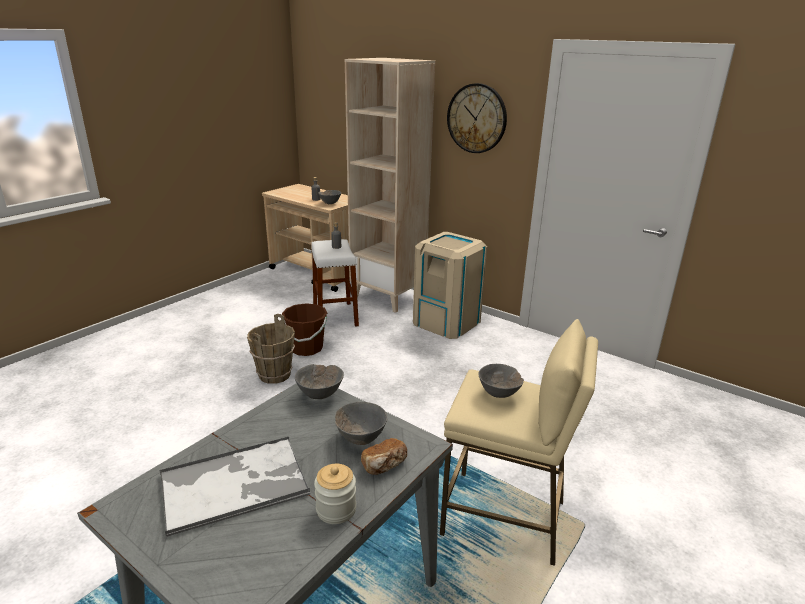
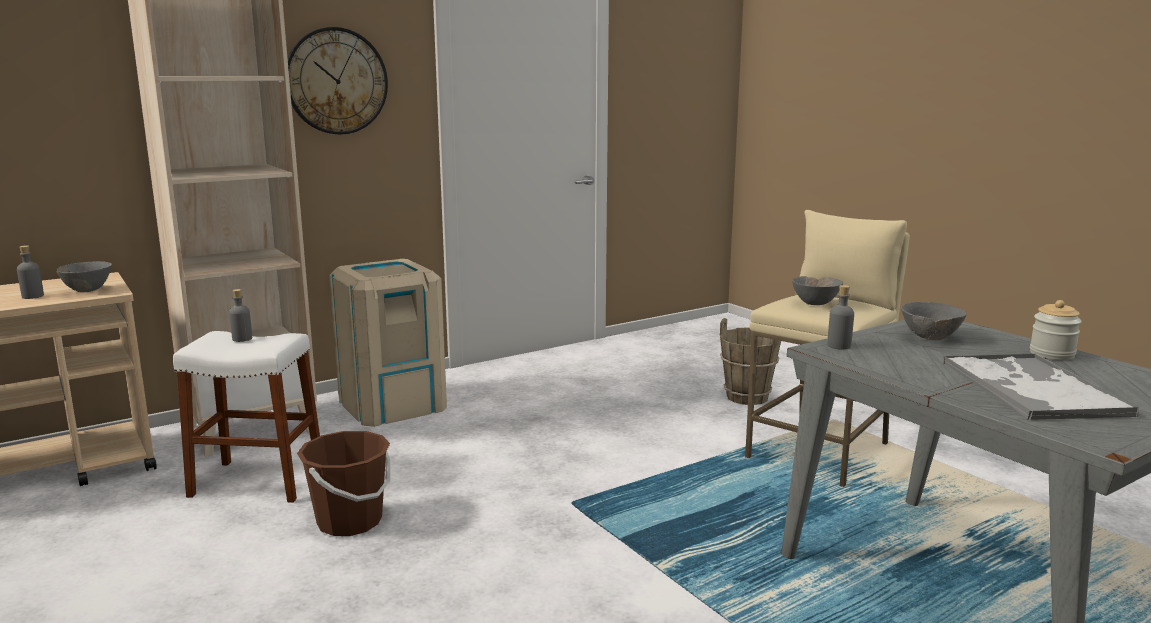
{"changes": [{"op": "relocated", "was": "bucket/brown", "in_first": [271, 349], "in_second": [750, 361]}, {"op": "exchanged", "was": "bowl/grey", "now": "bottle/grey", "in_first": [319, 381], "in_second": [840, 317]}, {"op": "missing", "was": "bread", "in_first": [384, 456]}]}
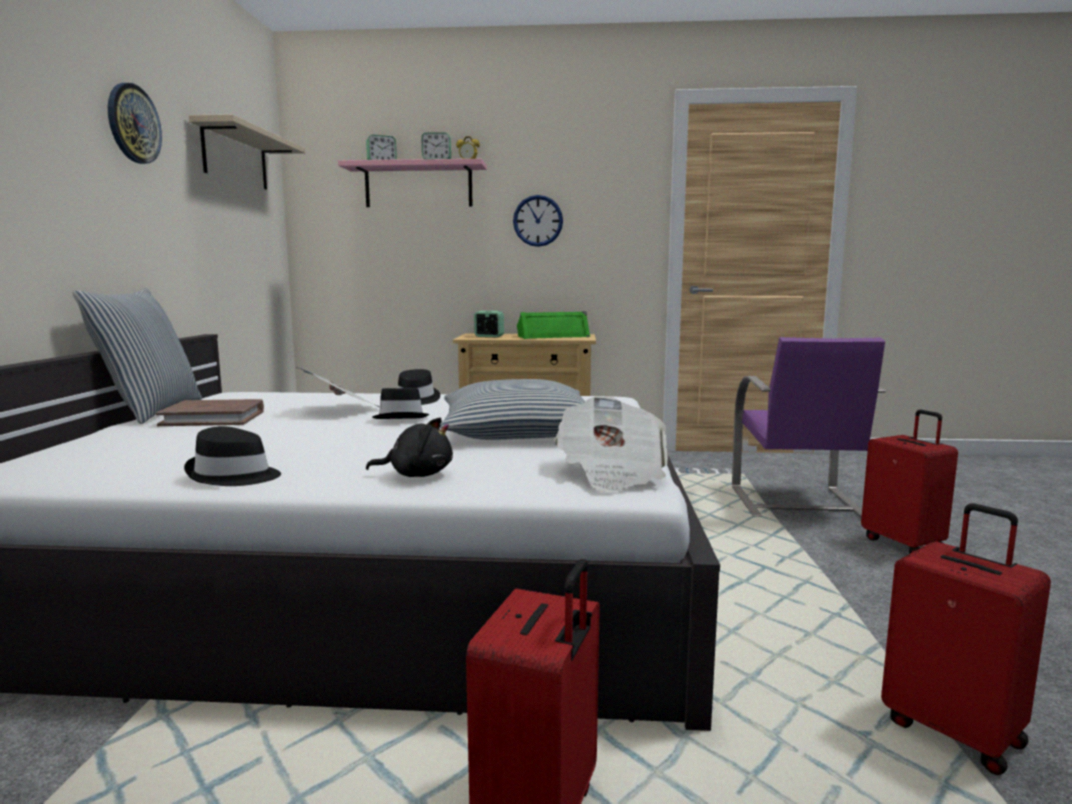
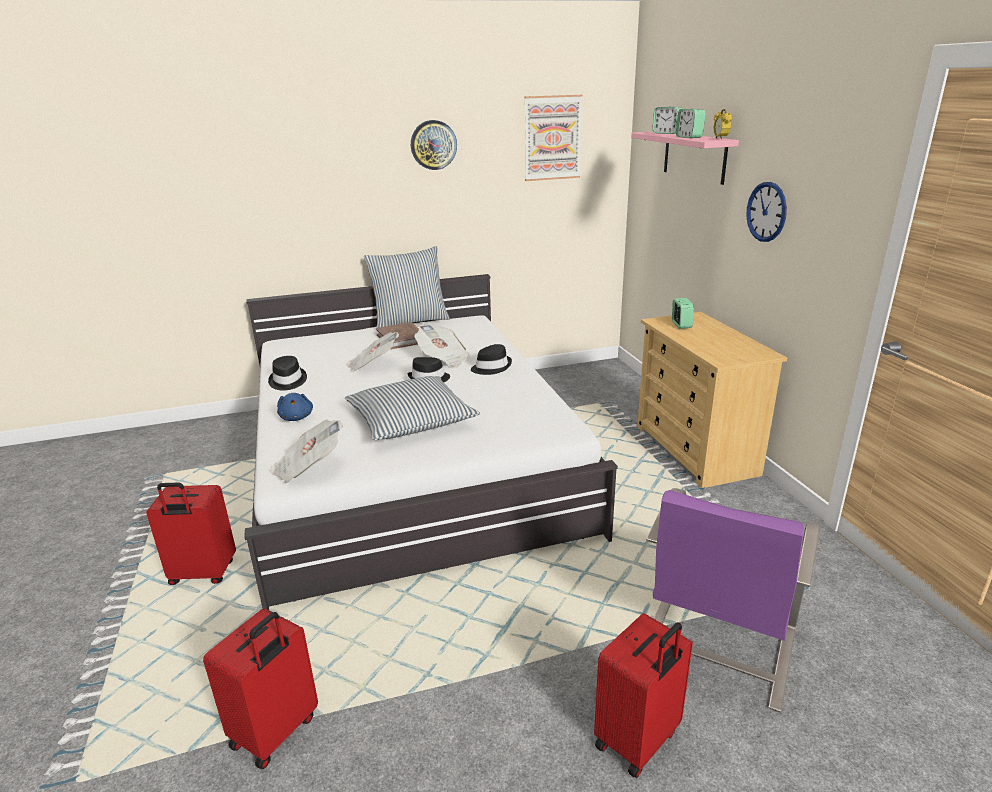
{"changes": [{"op": "colour", "was": "plush toy/black", "now": "plush toy/blue", "in_first": [409, 447], "in_second": [295, 407]}, {"op": "appeared", "now": "newspaper", "in_second": [372, 351]}, {"op": "exchanged", "was": "shelf/beige", "now": "picture", "in_first": [247, 151], "in_second": [553, 138]}, {"op": "spun", "was": "chair/purple", "in_first": [809, 427], "in_second": [733, 600], "clockwise": -45}, {"op": "missing", "was": "speaker/green", "in_first": [553, 325]}]}
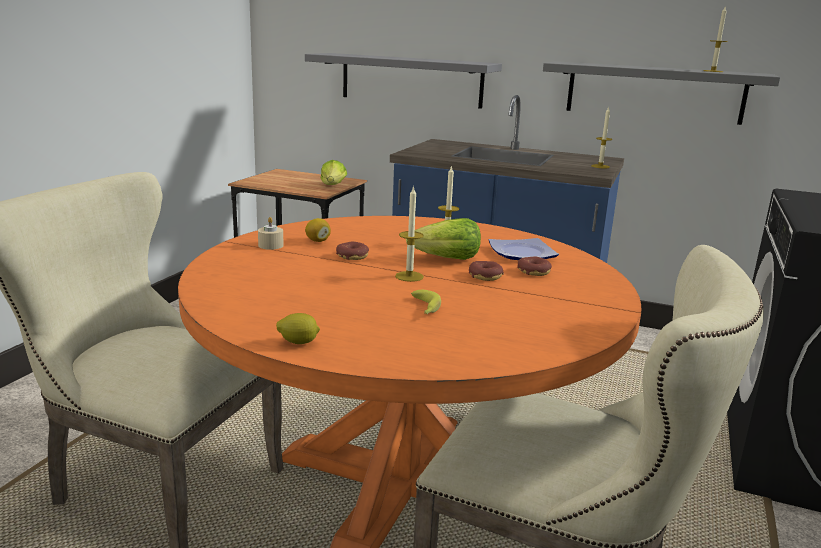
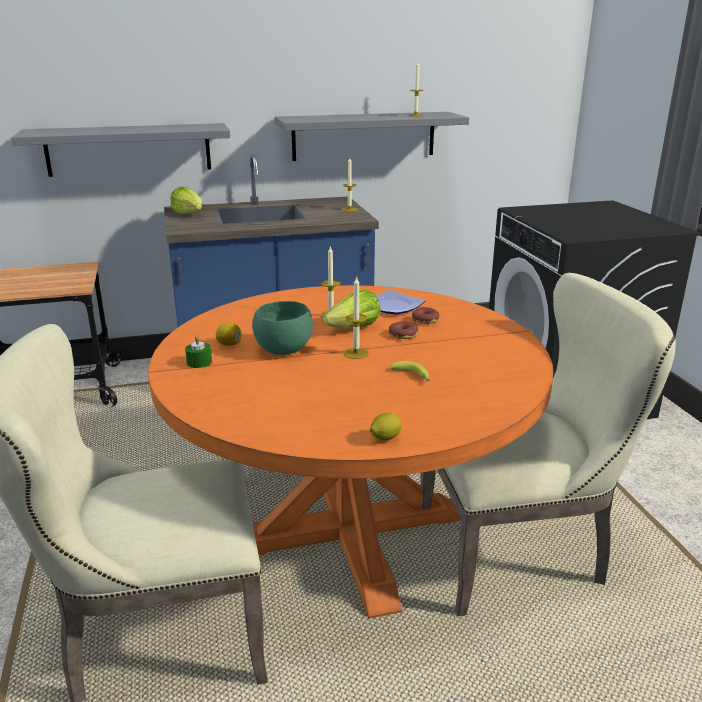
{"changes": [{"op": "relocated", "was": "lettuce", "in_first": [334, 172], "in_second": [186, 200]}, {"op": "colour", "was": "candle/beige", "now": "candle/green", "in_first": [271, 233], "in_second": [198, 351]}, {"op": "exchanged", "was": "donut", "now": "bowl/green", "in_first": [352, 251], "in_second": [282, 328]}]}
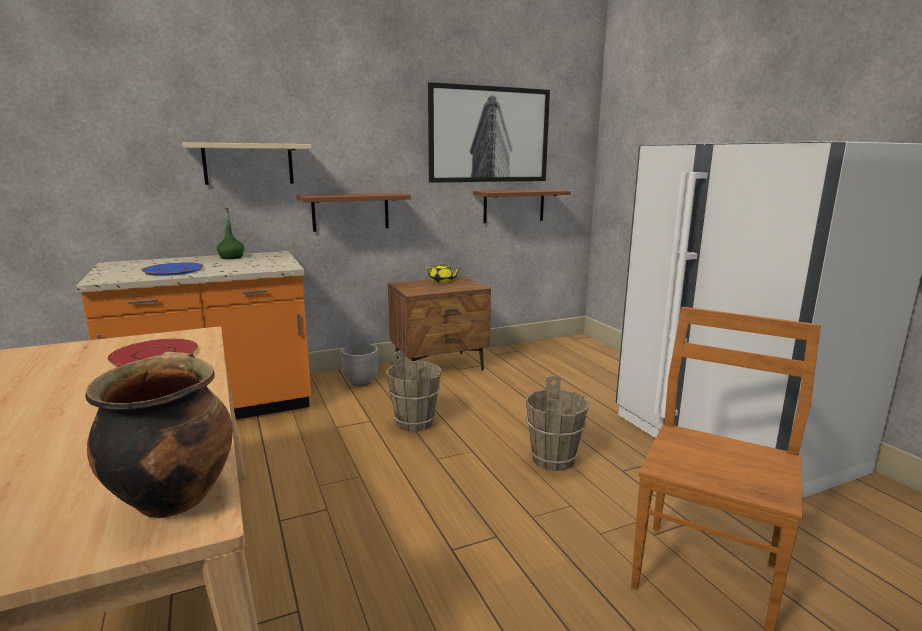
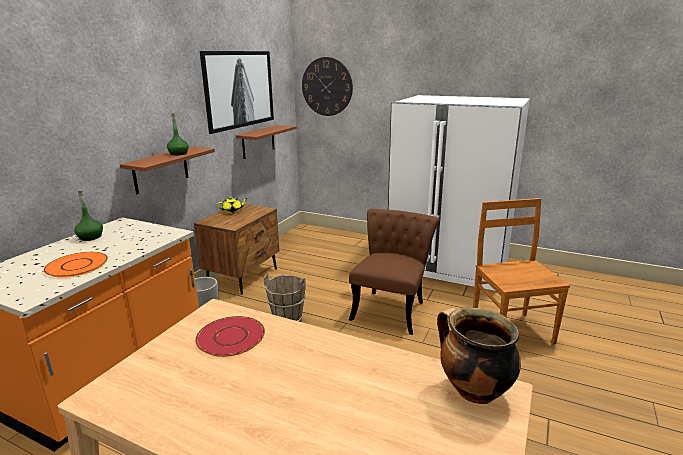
{"changes": [{"op": "colour", "was": "plate/blue", "now": "plate/orange", "in_first": [172, 269], "in_second": [76, 265]}, {"op": "appeared", "now": "bottle/green", "in_second": [178, 134]}, {"op": "appeared", "now": "wall clock", "in_second": [327, 86]}, {"op": "exchanged", "was": "bucket/brown", "now": "chair/brown", "in_first": [557, 423], "in_second": [394, 272]}, {"op": "missing", "was": "shelf/beige", "in_first": [247, 163]}]}
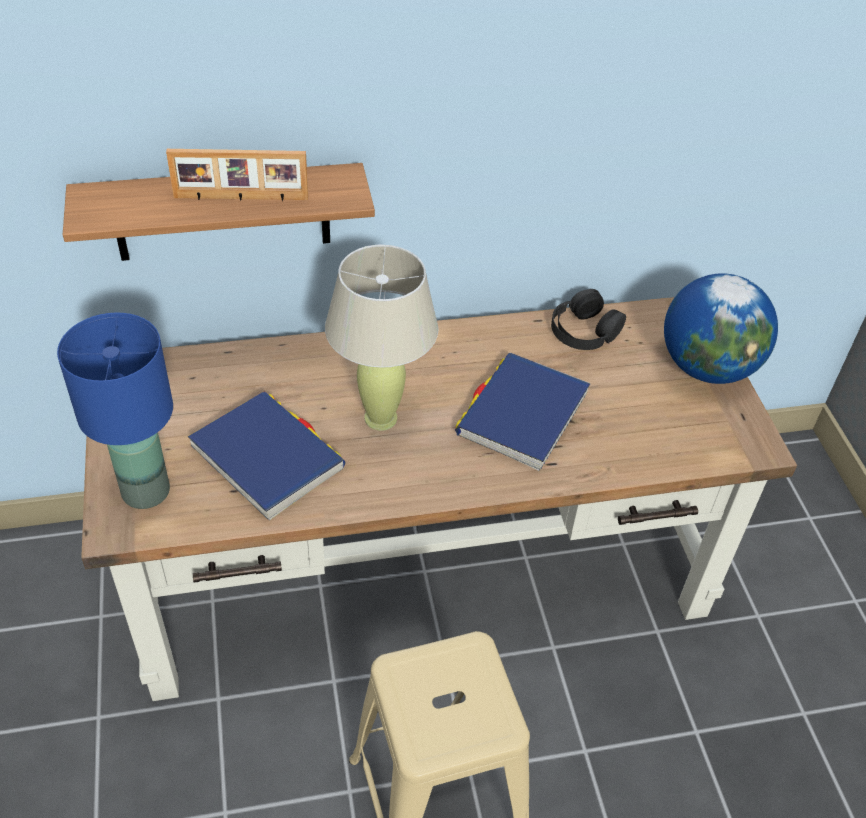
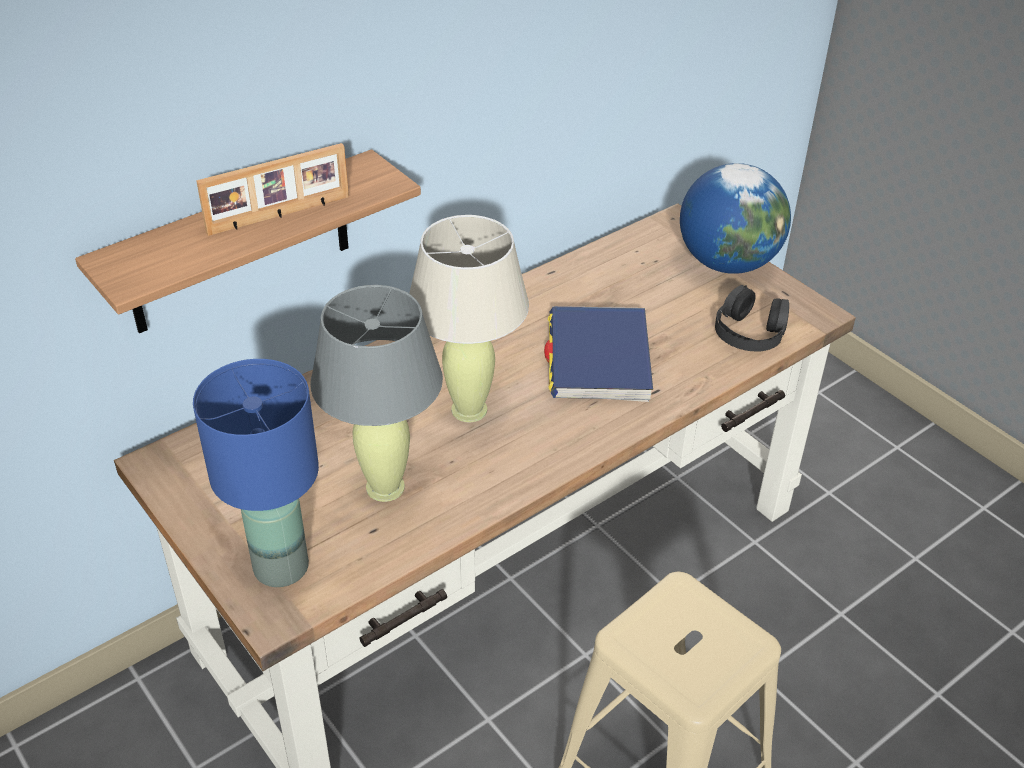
{"changes": [{"op": "exchanged", "was": "book/blue", "now": "table lamp/grey", "in_first": [266, 456], "in_second": [376, 393]}, {"op": "relocated", "was": "headphones/black", "in_first": [588, 319], "in_second": [752, 318]}]}
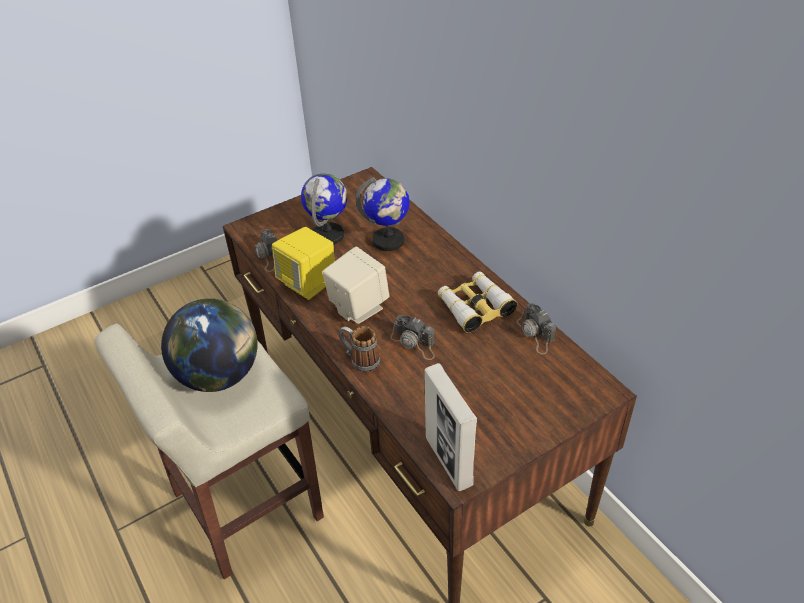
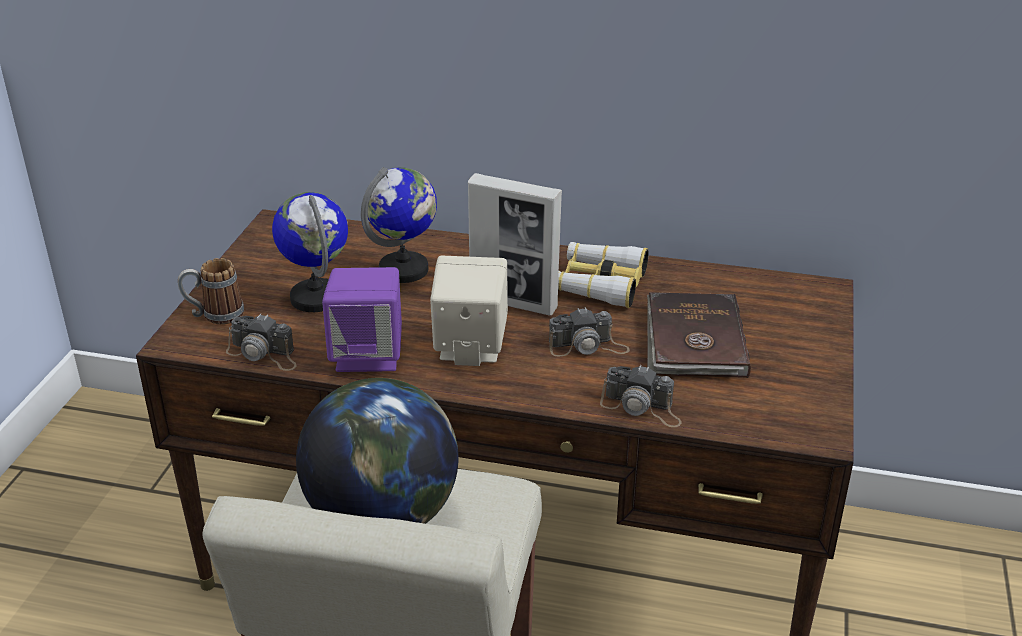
{"changes": [{"op": "relocated", "was": "mug", "in_first": [359, 349], "in_second": [211, 291]}, {"op": "colour", "was": "speaker/yellow", "now": "speaker/purple", "in_first": [303, 263], "in_second": [362, 319]}, {"op": "relocated", "was": "picture frame", "in_first": [451, 427], "in_second": [515, 244]}, {"op": "relocated", "was": "photo camera", "in_first": [536, 329], "in_second": [641, 396]}, {"op": "appeared", "now": "book/brown", "in_second": [699, 335]}]}
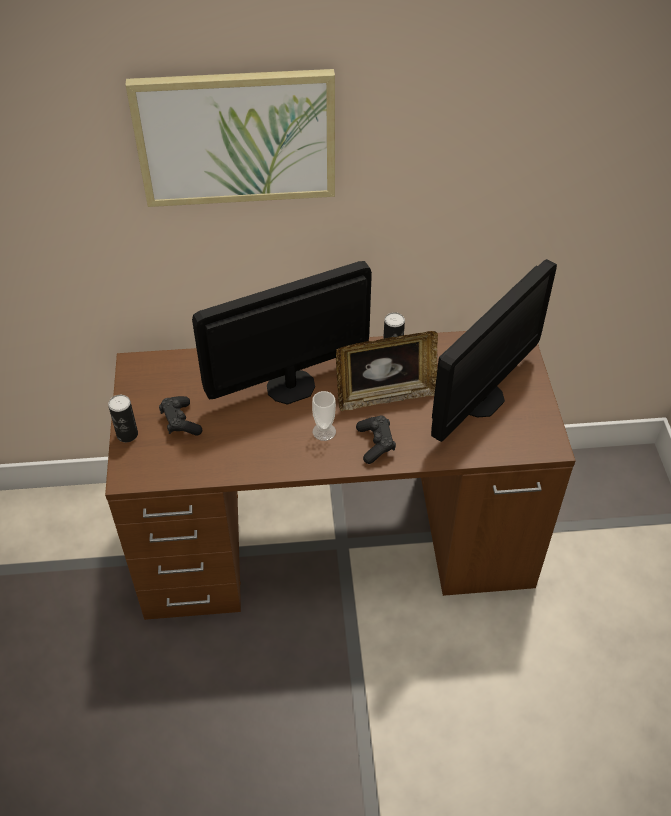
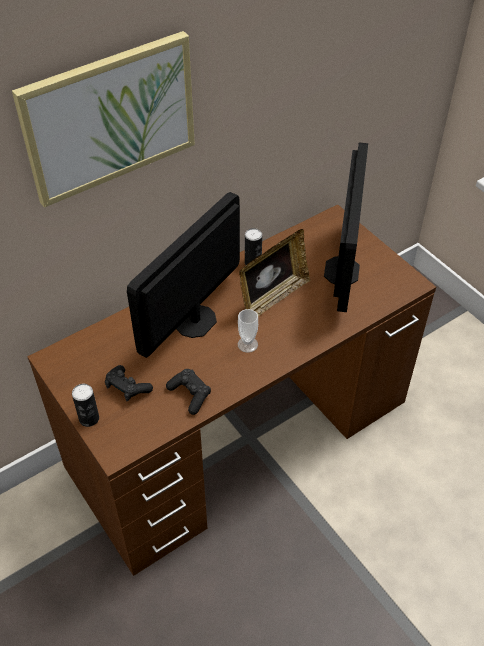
{"changes": [{"op": "relocated", "was": "game controller/black", "in_first": [376, 440], "in_second": [188, 392]}]}
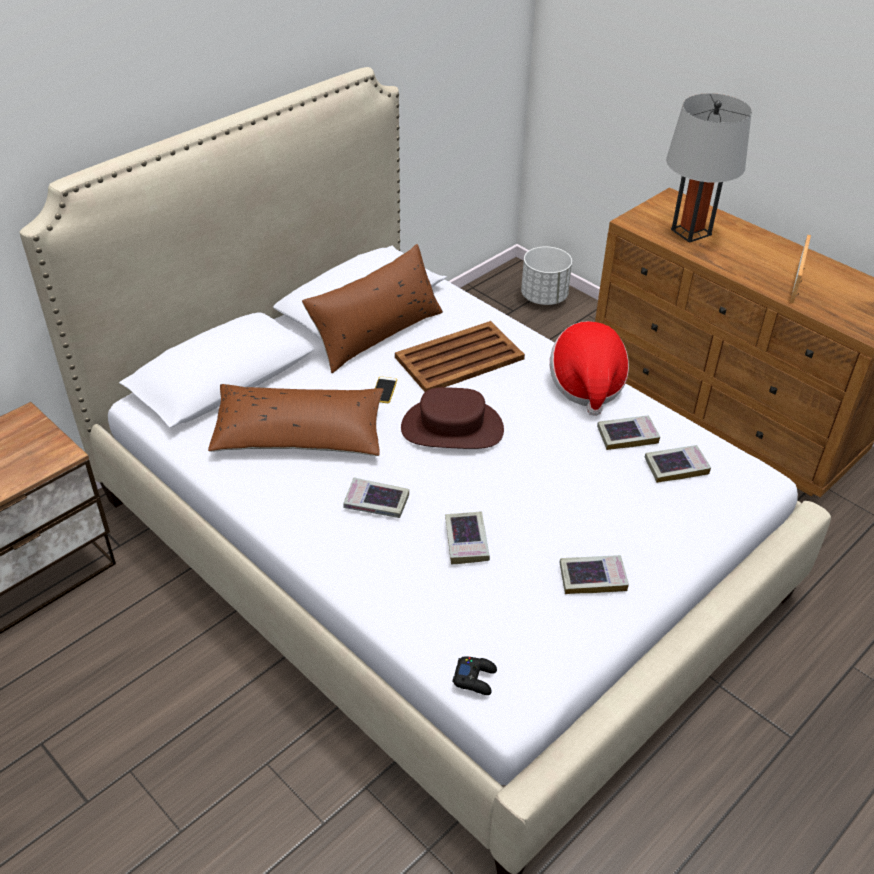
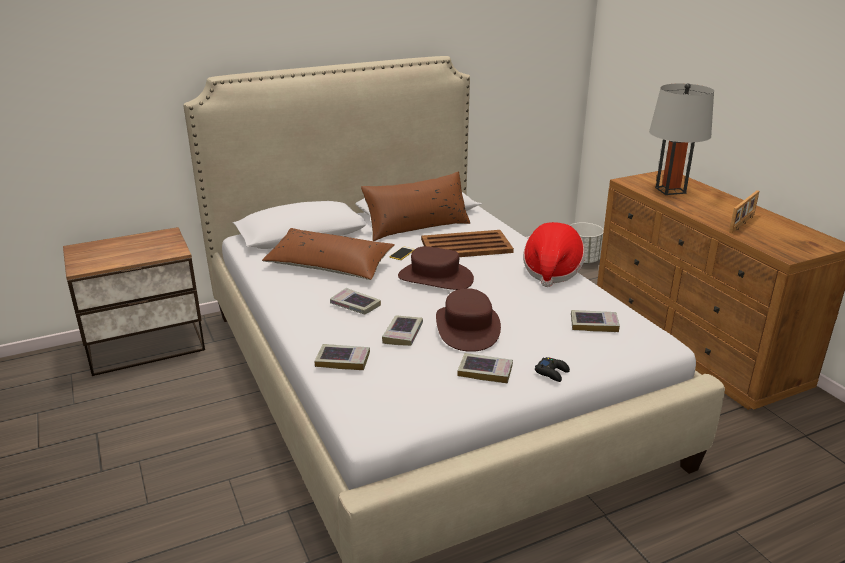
{"changes": [{"op": "relocated", "was": "book", "in_first": [628, 432], "in_second": [342, 357]}, {"op": "appeared", "now": "hat/brown", "in_second": [468, 320]}, {"op": "relocated", "was": "game controller/black", "in_first": [475, 675], "in_second": [552, 369]}]}
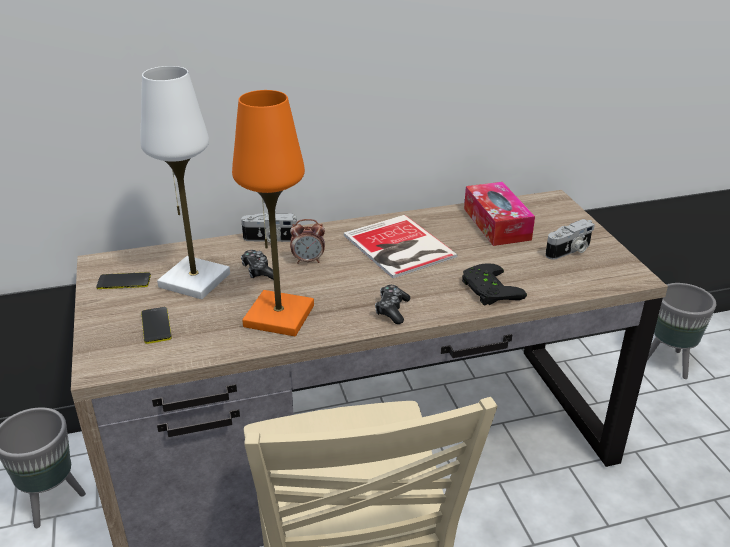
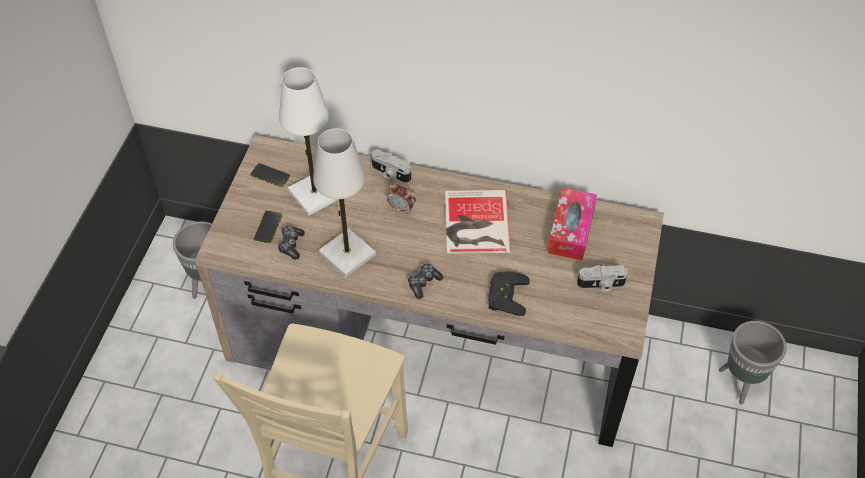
{"changes": [{"op": "relocated", "was": "game controller", "in_first": [257, 265], "in_second": [291, 243]}, {"op": "colour", "was": "table lamp/orange", "now": "table lamp/white", "in_first": [273, 213], "in_second": [344, 202]}]}
